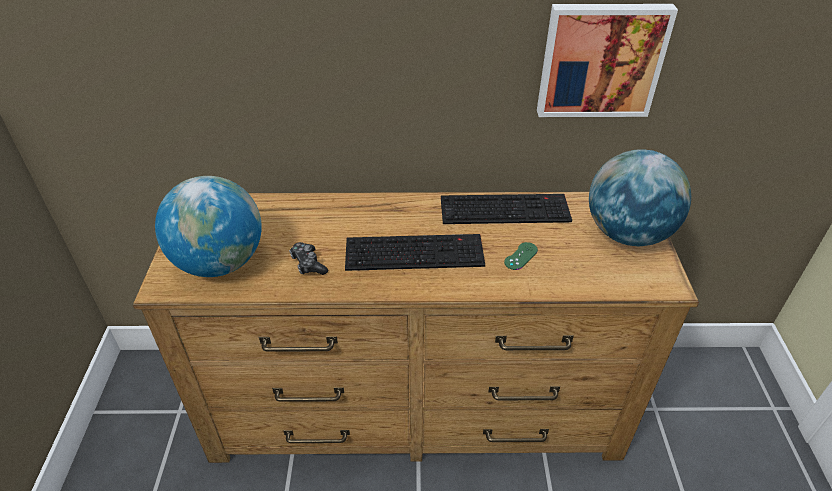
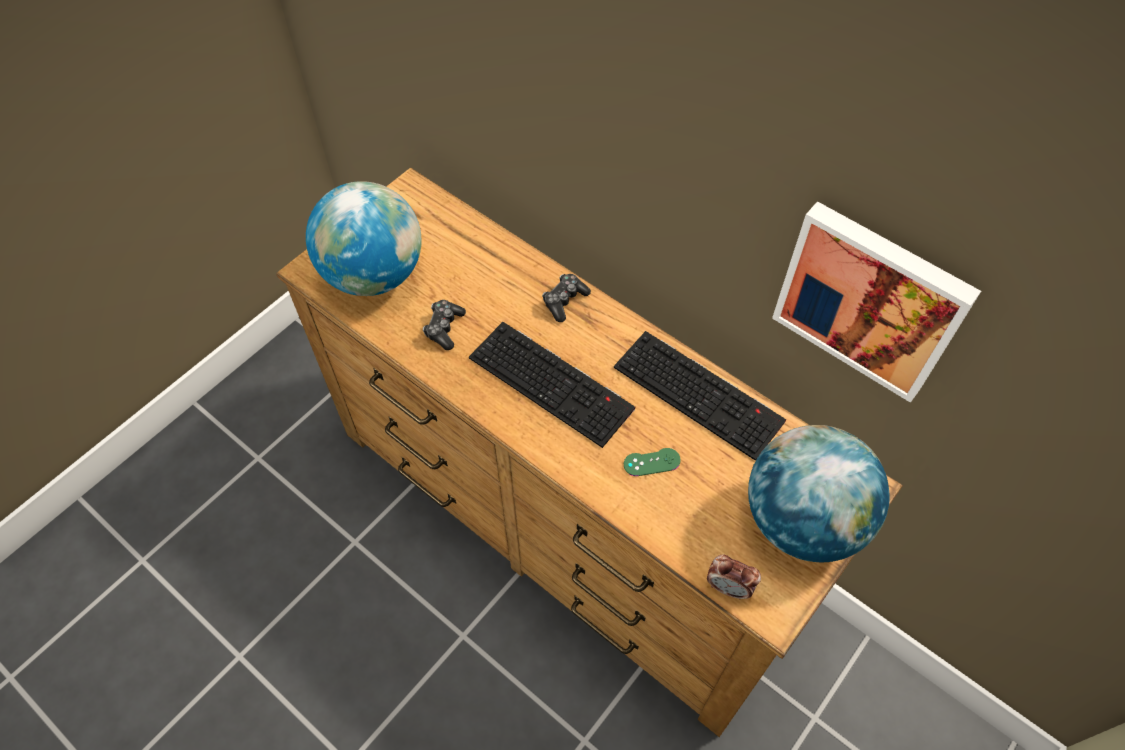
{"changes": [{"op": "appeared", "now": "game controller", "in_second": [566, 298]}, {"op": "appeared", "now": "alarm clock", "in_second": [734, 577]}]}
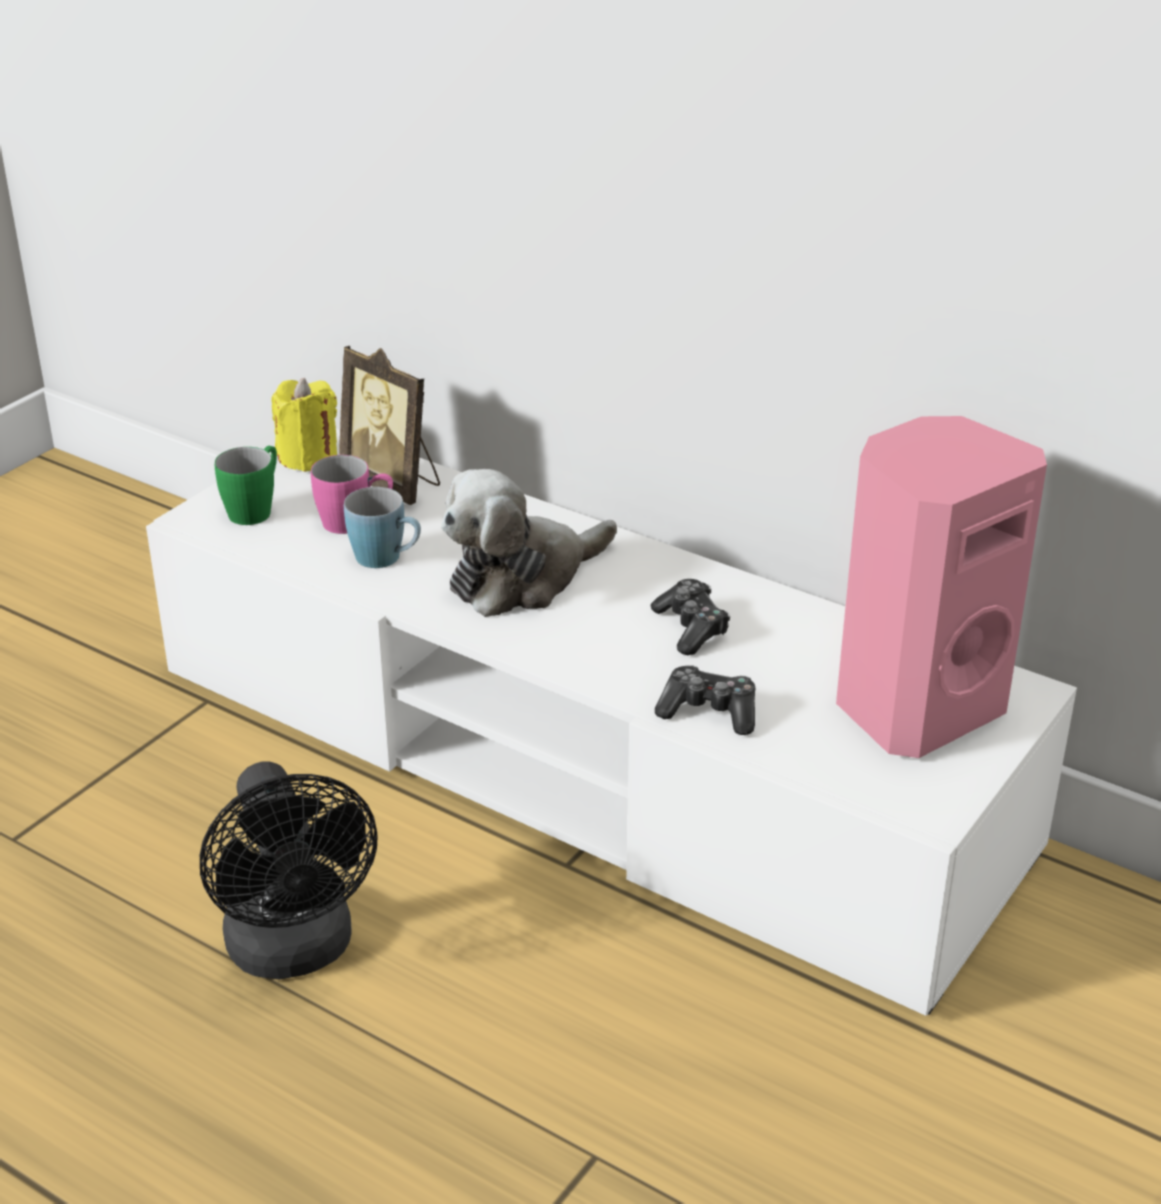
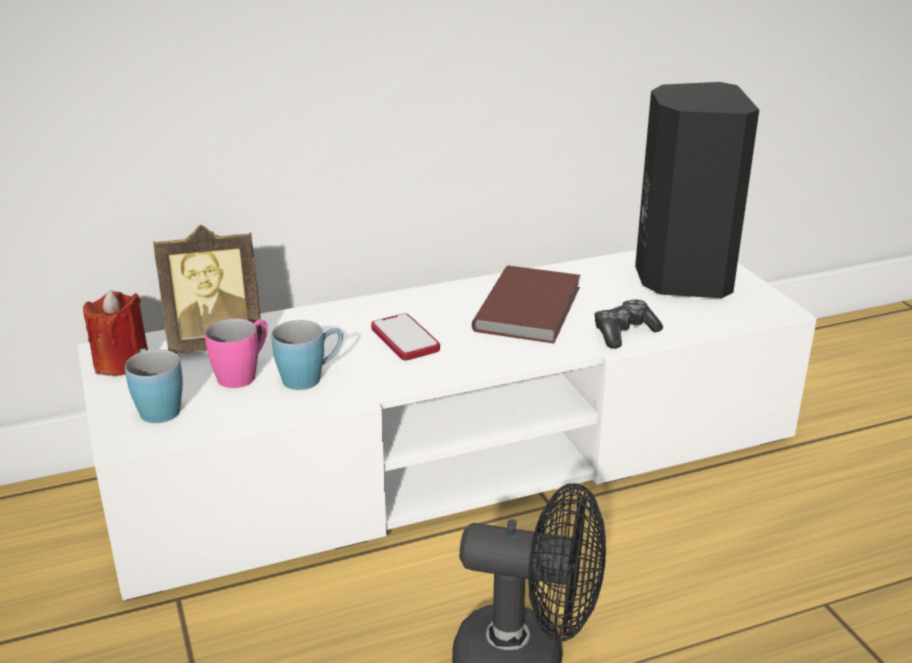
{"changes": [{"op": "colour", "was": "candle/yellow", "now": "candle/red", "in_first": [304, 425], "in_second": [115, 333]}, {"op": "colour", "was": "mug/green", "now": "mug/blue", "in_first": [246, 485], "in_second": [154, 385]}, {"op": "exchanged", "was": "plush toy", "now": "phone", "in_first": [529, 543], "in_second": [405, 336]}, {"op": "exchanged", "was": "game controller", "now": "book/brown", "in_first": [690, 617], "in_second": [526, 304]}, {"op": "colour", "was": "speaker/pink", "now": "speaker/black", "in_first": [941, 587], "in_second": [697, 190]}]}
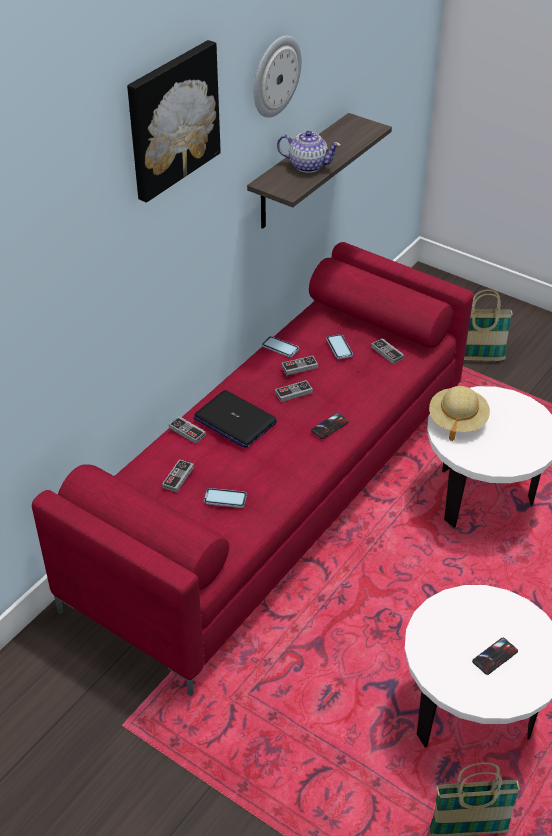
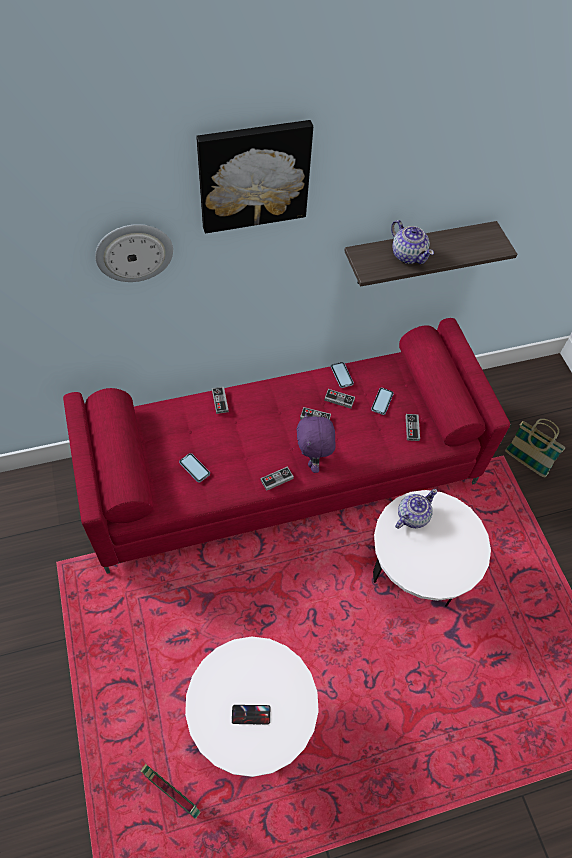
{"changes": [{"op": "relocated", "was": "wall clock", "in_first": [278, 77], "in_second": [134, 253]}, {"op": "relocated", "was": "game controller", "in_first": [178, 475], "in_second": [277, 478]}, {"op": "exchanged", "was": "phone", "now": "plush toy/purple", "in_first": [330, 426], "in_second": [316, 443]}, {"op": "exchanged", "was": "hat/beige", "now": "teapot", "in_first": [459, 413], "in_second": [416, 509]}, {"op": "missing", "was": "laptop", "in_first": [235, 419]}]}
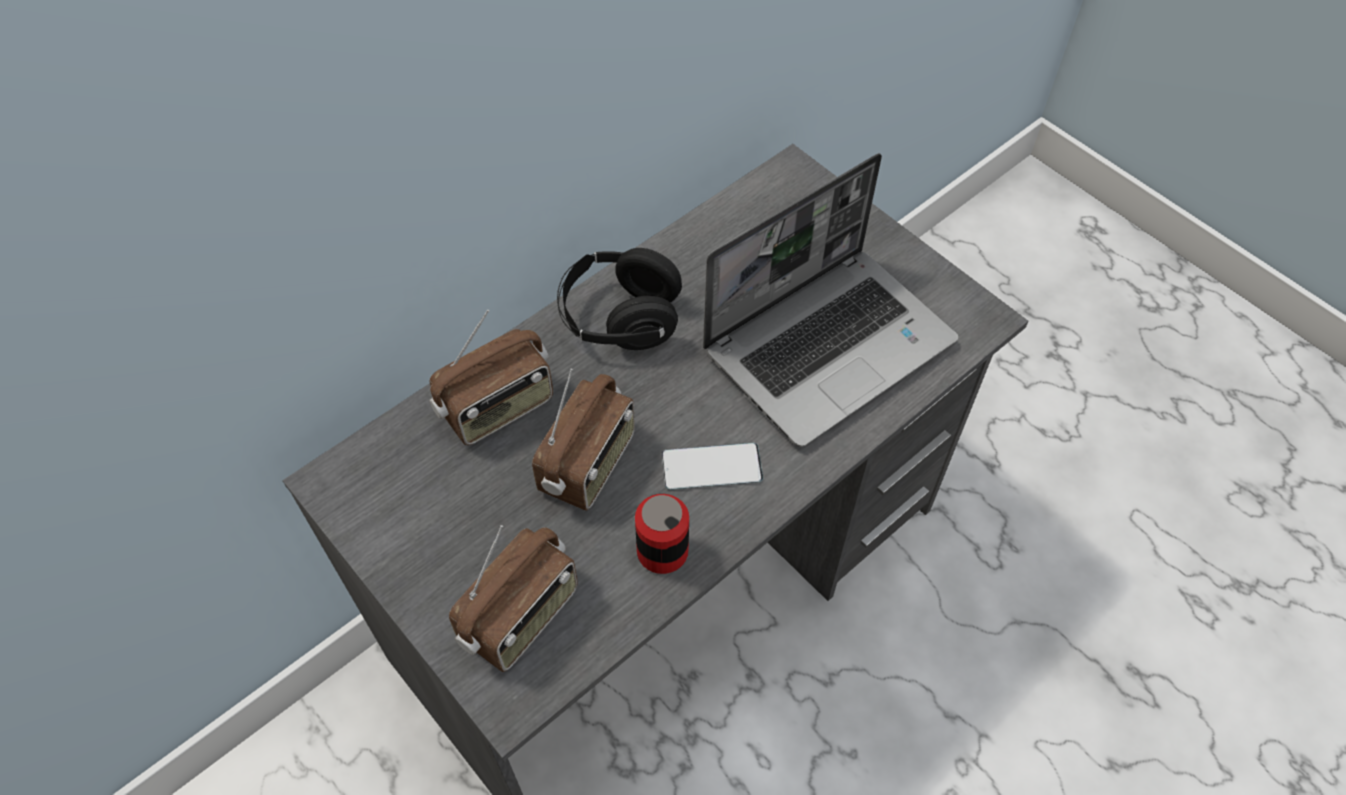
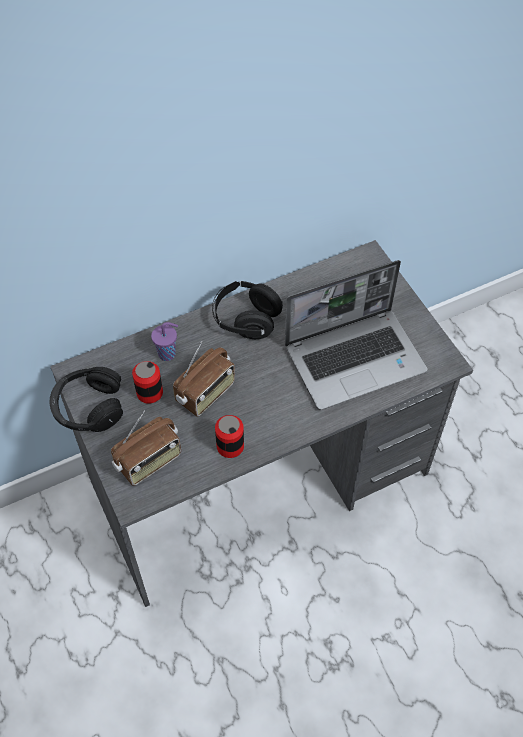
{"changes": [{"op": "appeared", "now": "headphones/black", "in_second": [86, 399]}, {"op": "appeared", "now": "can", "in_second": [147, 382]}, {"op": "exchanged", "was": "radio", "now": "cup/purple", "in_first": [491, 377], "in_second": [164, 341]}, {"op": "missing", "was": "phone", "in_first": [712, 466]}]}
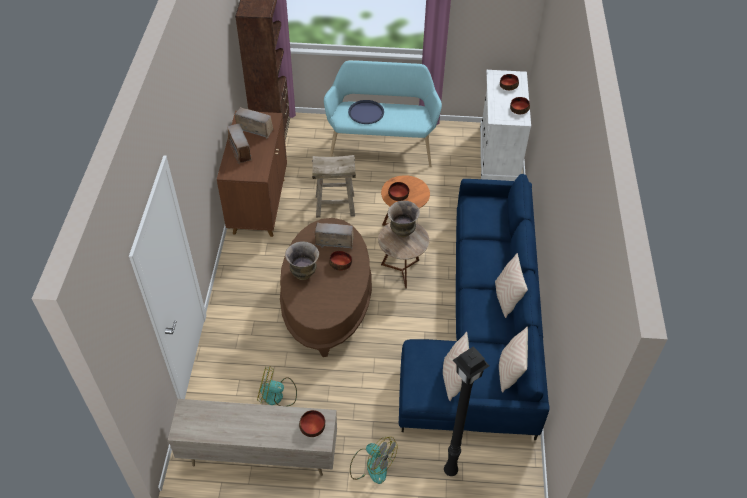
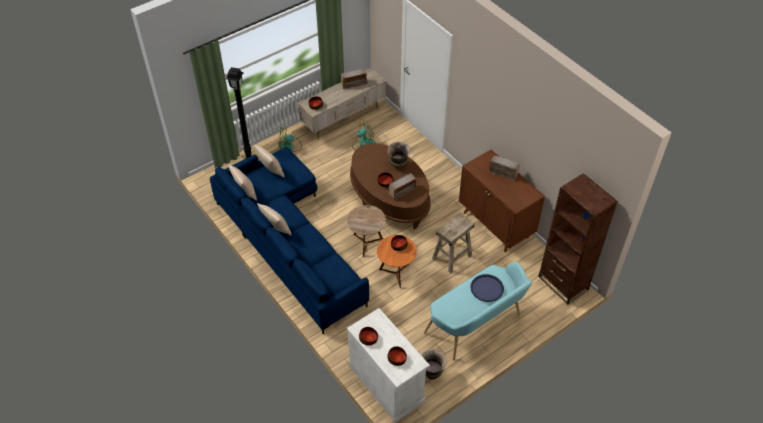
{"changes": [{"op": "relocated", "was": "radio", "in_first": [254, 123], "in_second": [354, 79]}, {"op": "relocated", "was": "vase", "in_first": [403, 219], "in_second": [434, 365]}]}
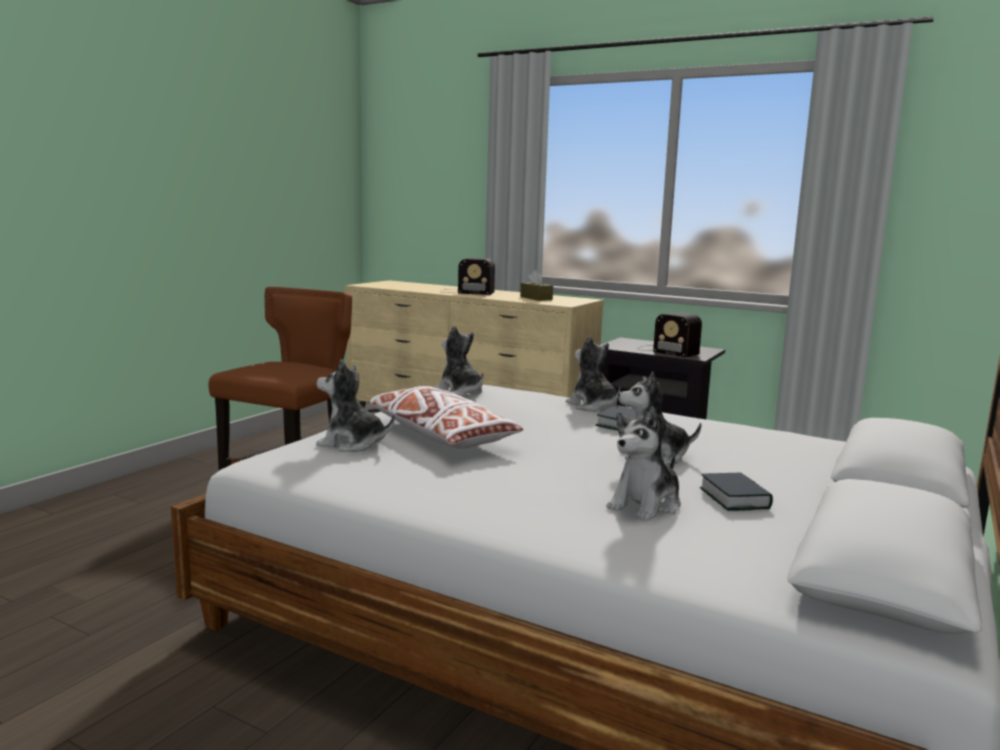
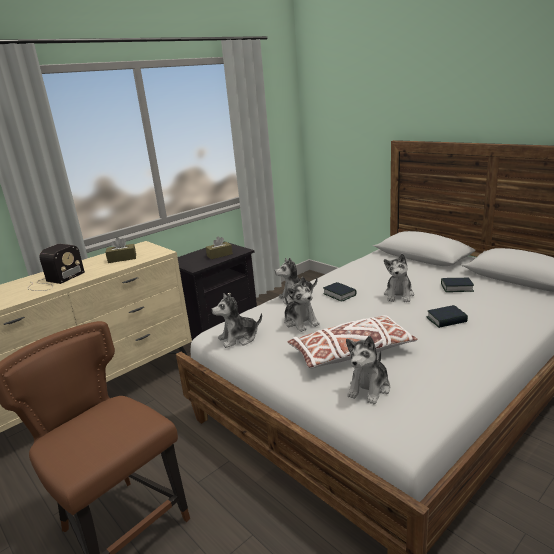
{"changes": [{"op": "exchanged", "was": "radio", "now": "tissue box/brown", "in_first": [669, 335], "in_second": [219, 247]}, {"op": "relocated", "was": "plush toy", "in_first": [644, 463], "in_second": [302, 304]}, {"op": "appeared", "now": "book", "in_second": [447, 316]}]}
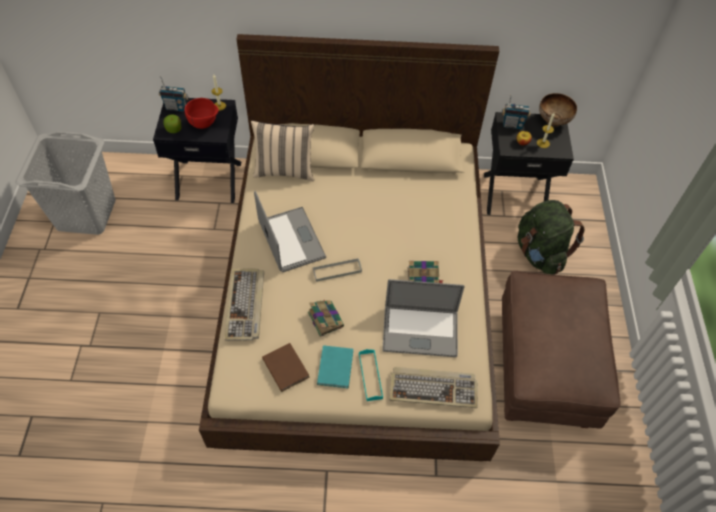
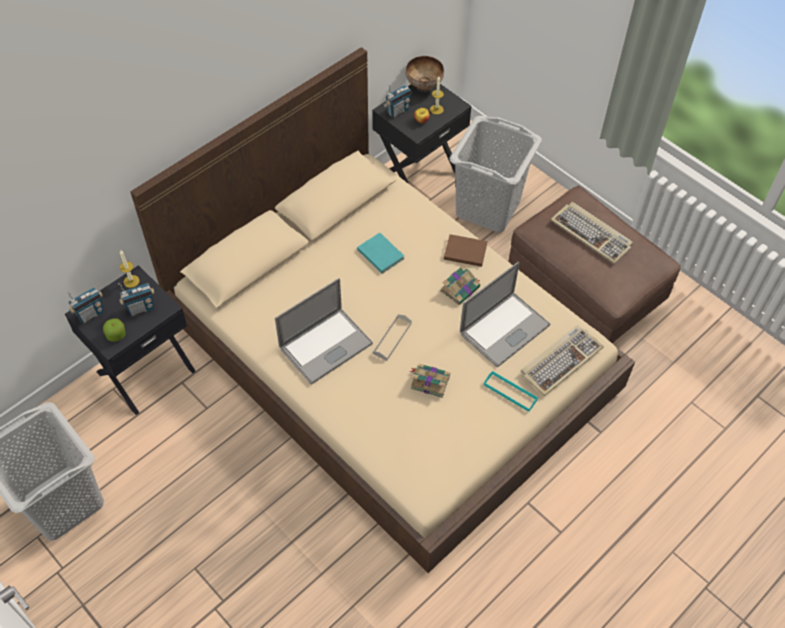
{"changes": [{"op": "exchanged", "was": "bowl/red", "now": "radio", "in_first": [201, 113], "in_second": [136, 299]}, {"op": "spun", "was": "laptop", "in_first": [290, 231], "in_second": [324, 331], "clockwise": 120}, {"op": "relocated", "was": "book/turquoise", "in_first": [335, 366], "in_second": [380, 253]}, {"op": "relocated", "was": "book/brown", "in_first": [285, 367], "in_second": [466, 250]}, {"op": "exchanged", "was": "backpack/green", "now": "laundry basket/grey", "in_first": [551, 237], "in_second": [496, 174]}, {"op": "relocated", "was": "keyboard", "in_first": [244, 305], "in_second": [592, 233]}, {"op": "missing", "was": "pillow/beige", "in_first": [282, 150]}]}
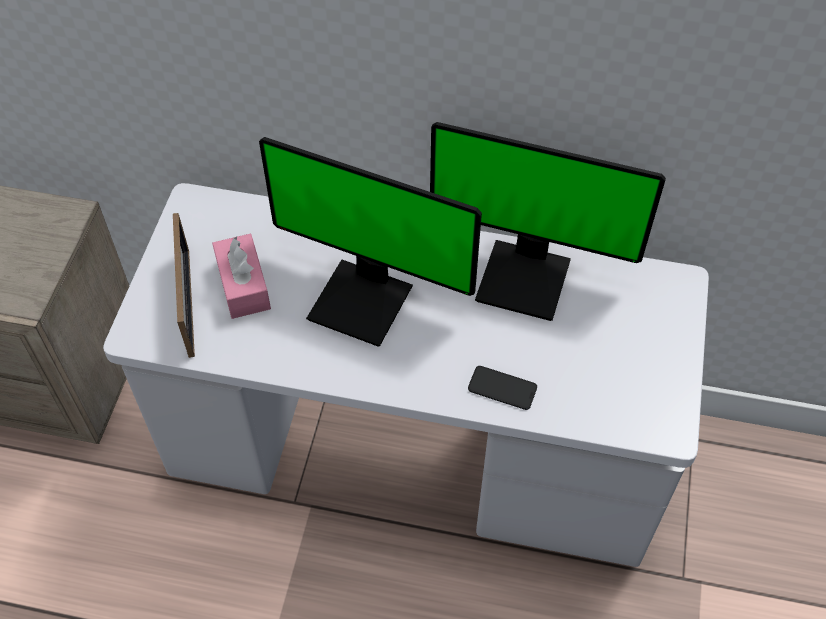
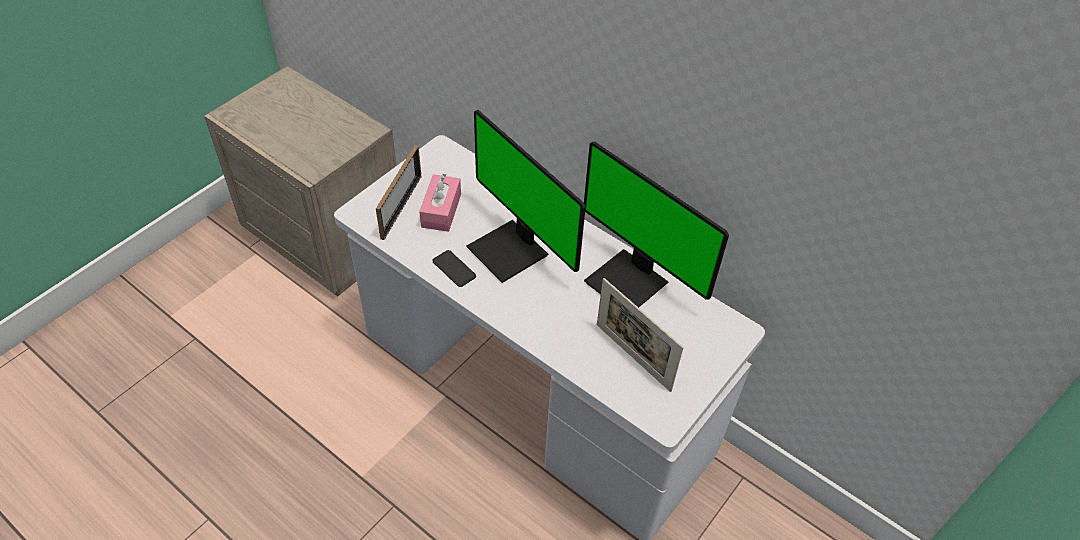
{"changes": [{"op": "relocated", "was": "phone", "in_first": [502, 388], "in_second": [454, 268]}, {"op": "appeared", "now": "picture frame", "in_second": [640, 335]}]}
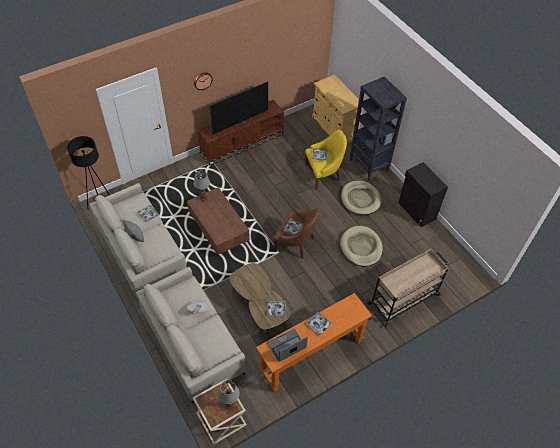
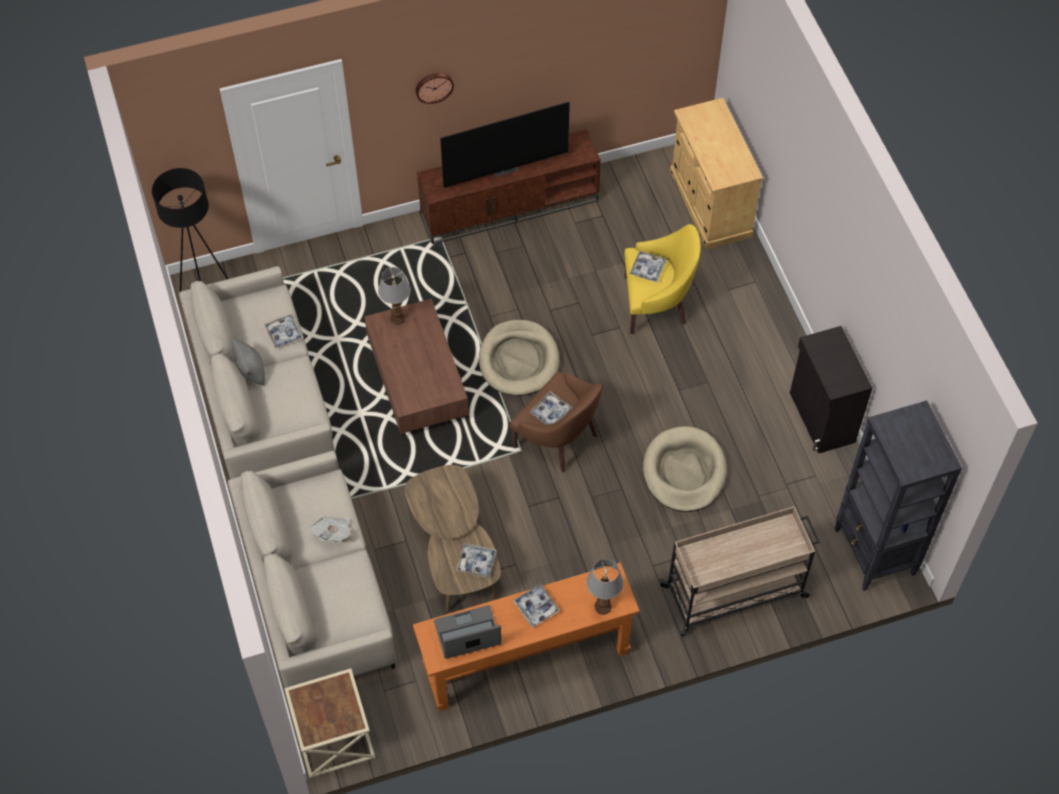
{"changes": [{"op": "relocated", "was": "dog bed/beige", "in_first": [361, 198], "in_second": [519, 358]}, {"op": "relocated", "was": "table lamp", "in_first": [228, 395], "in_second": [605, 587]}, {"op": "relocated", "was": "bookcase/black", "in_first": [378, 129], "in_second": [898, 495]}]}
